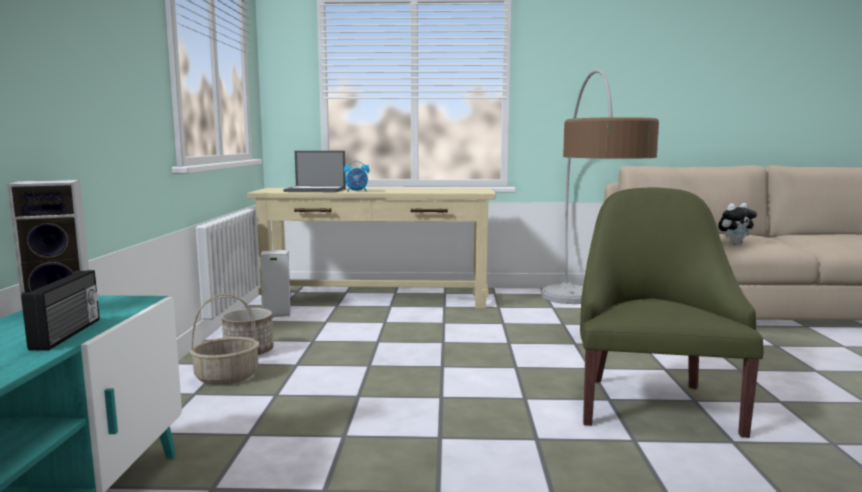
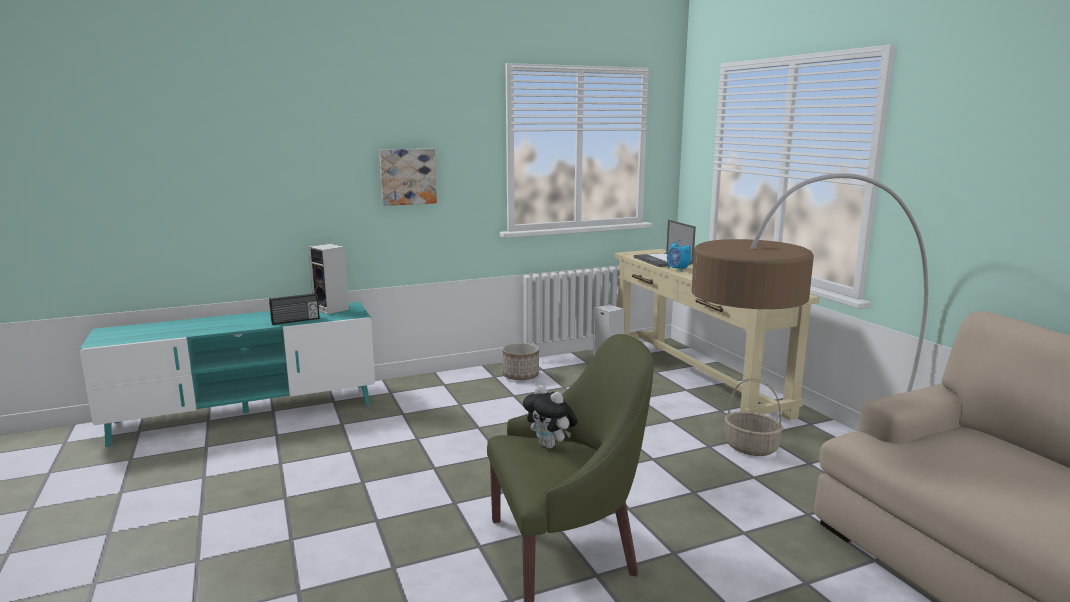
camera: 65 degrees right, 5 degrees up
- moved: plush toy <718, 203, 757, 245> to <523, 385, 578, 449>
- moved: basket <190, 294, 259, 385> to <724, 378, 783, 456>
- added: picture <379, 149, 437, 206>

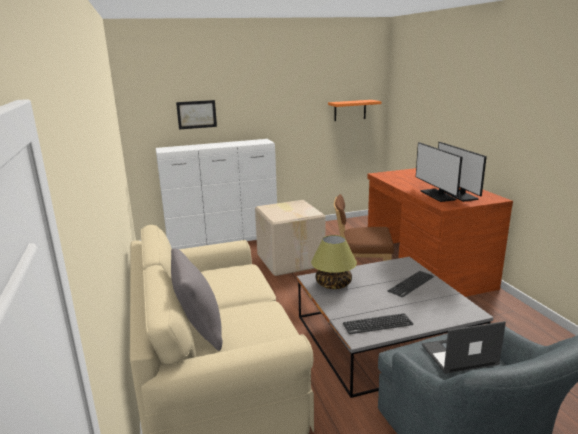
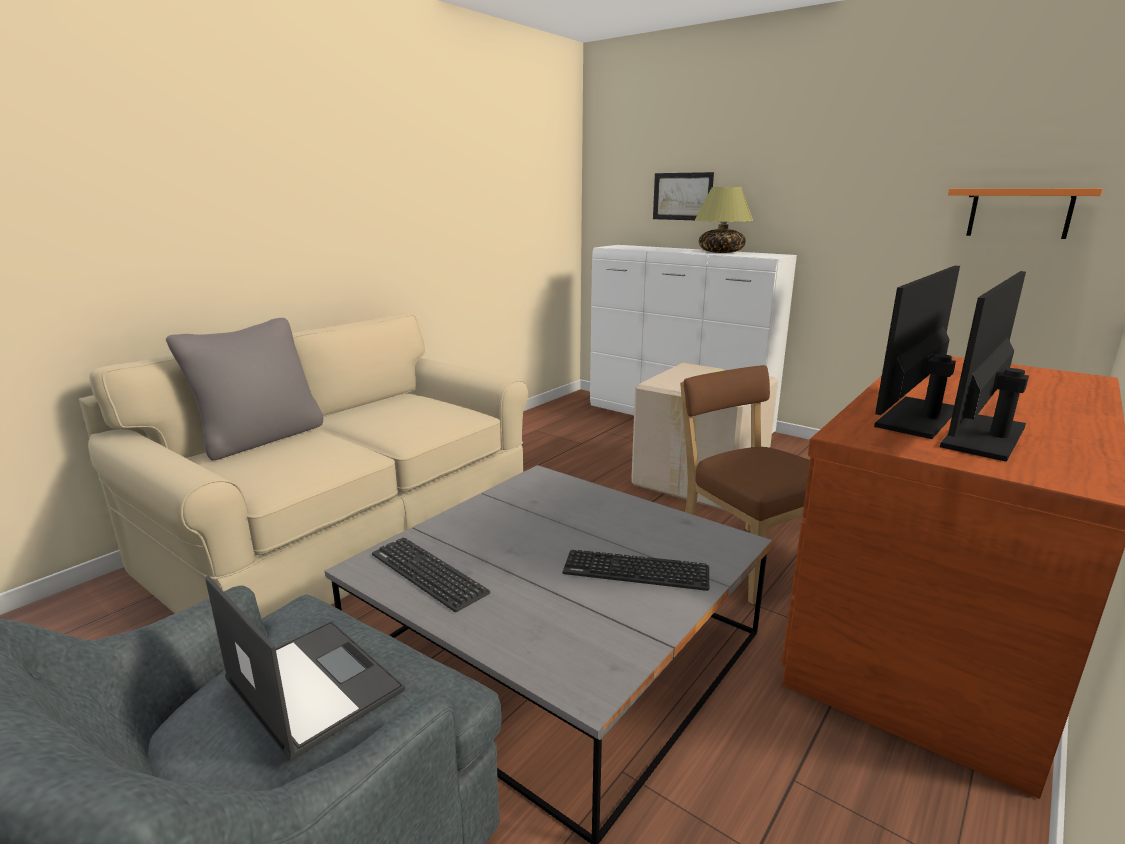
camera: 55 degrees right, 0 degrees up
- moved: table lamp <311, 235, 357, 289> to <695, 187, 753, 253>

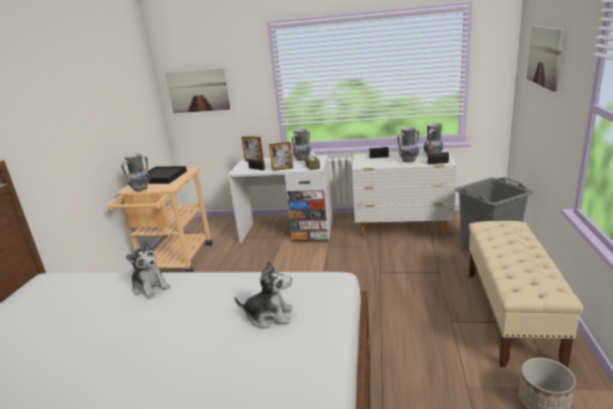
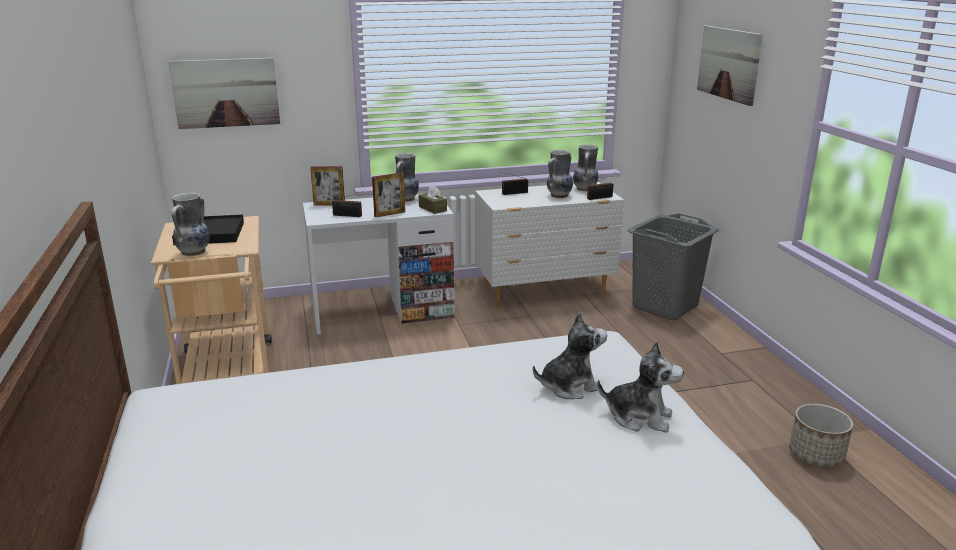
camera: 25 degrees left, 0 degrees up
- removed: beige bench <469, 221, 583, 368>
- moved: plush toy <126, 240, 171, 299> to <597, 341, 684, 432>

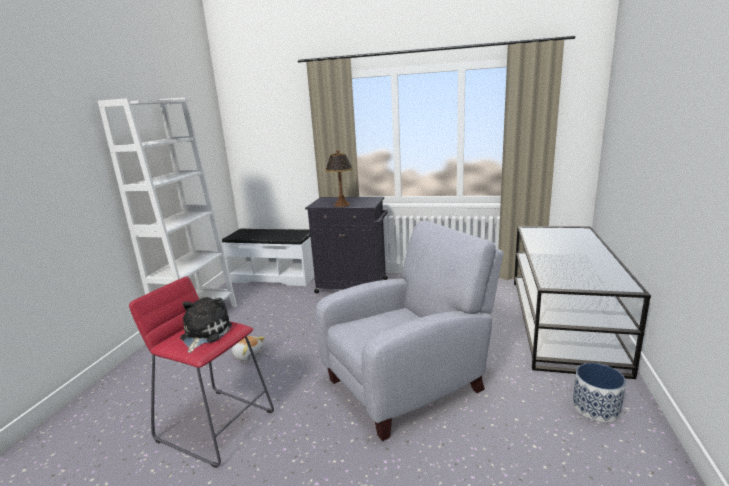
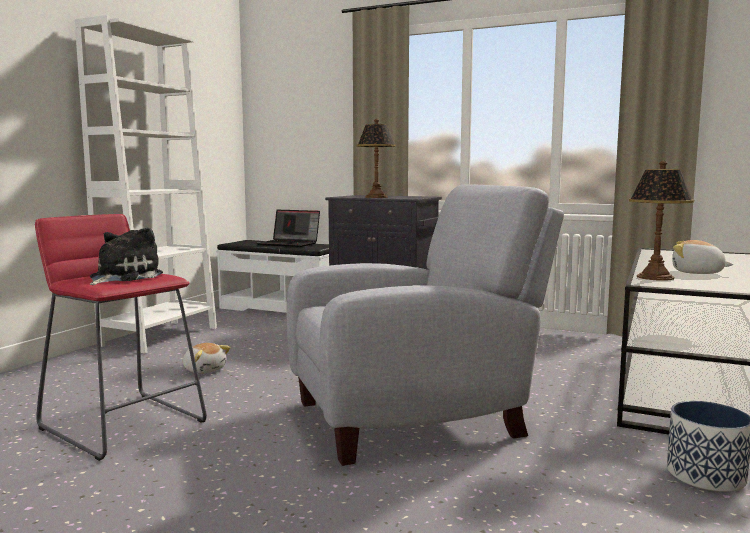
camera: 10 degrees right, 10 degrees down
- added: table lamp <629, 161, 694, 281>
- added: laptop <257, 210, 320, 247>
- added: plush toy <672, 240, 733, 274>

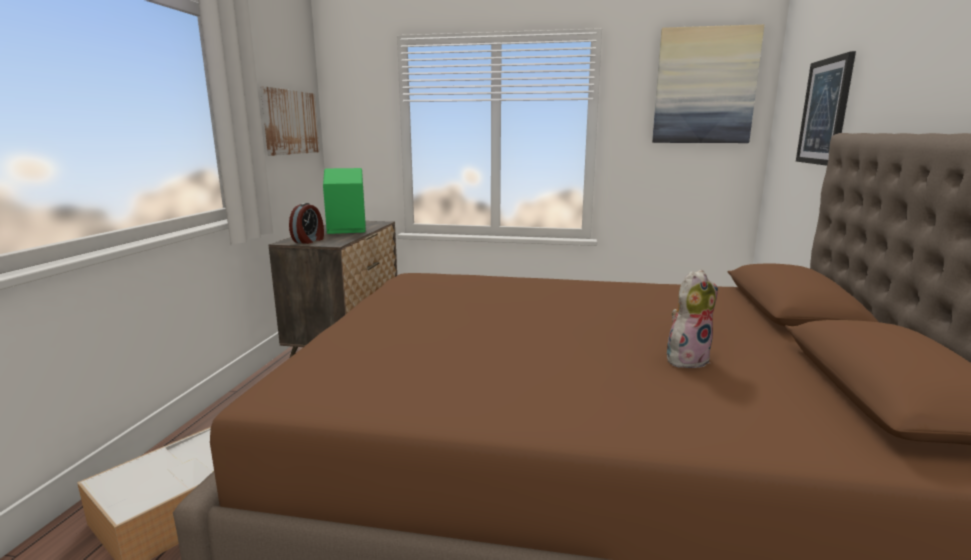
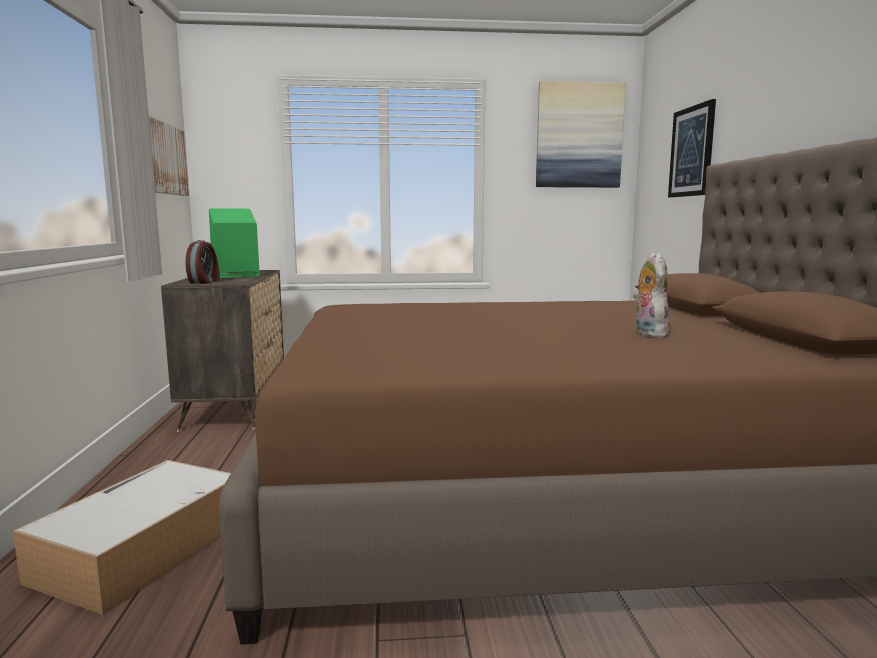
camera: 15 degrees left, 5 degrees down
- turned: plush toy <667, 270, 718, 368> = <633, 253, 670, 337> 45 degrees counterclockwise

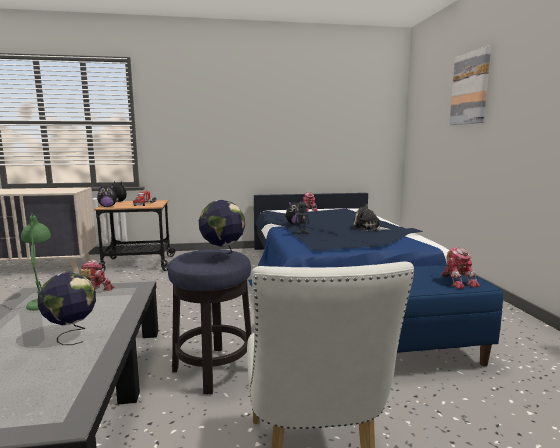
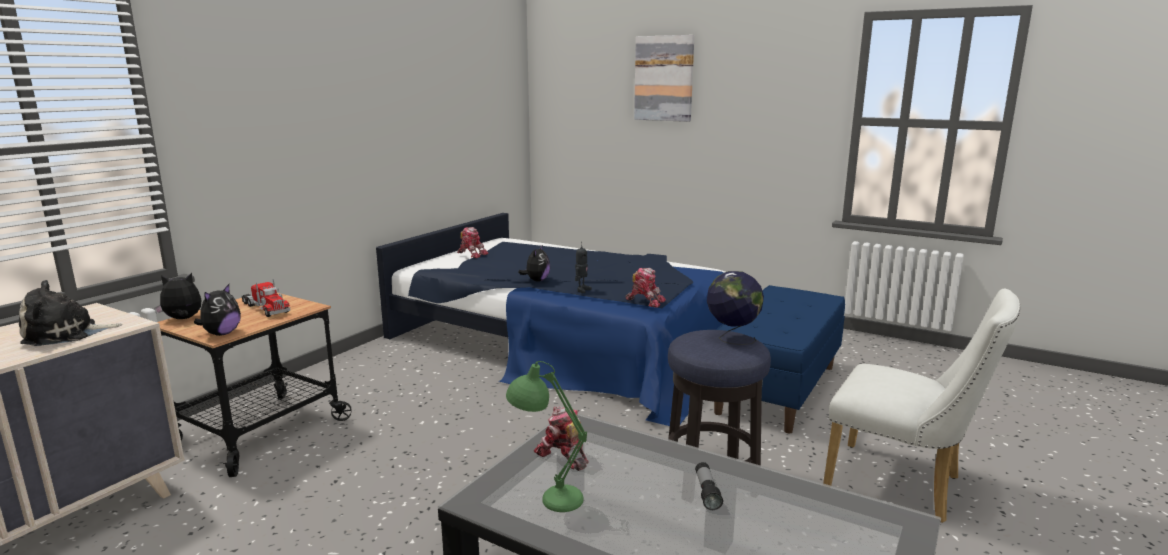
camera: 50 degrees left, 5 degrees up
- moved: plush toy <353, 204, 391, 231> to <19, 280, 122, 346>
- moved: toy robot <441, 247, 480, 289> to <625, 268, 666, 308>
- replaced: globe <38, 272, 96, 345> to flashlight <695, 462, 723, 510>

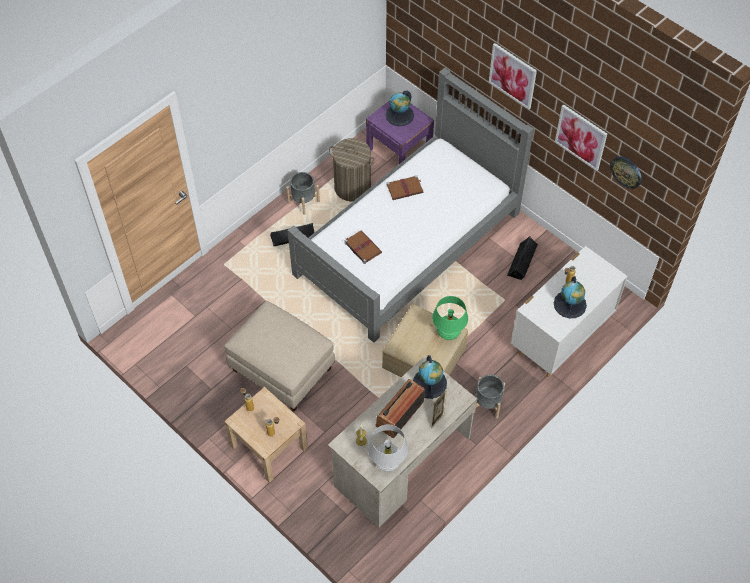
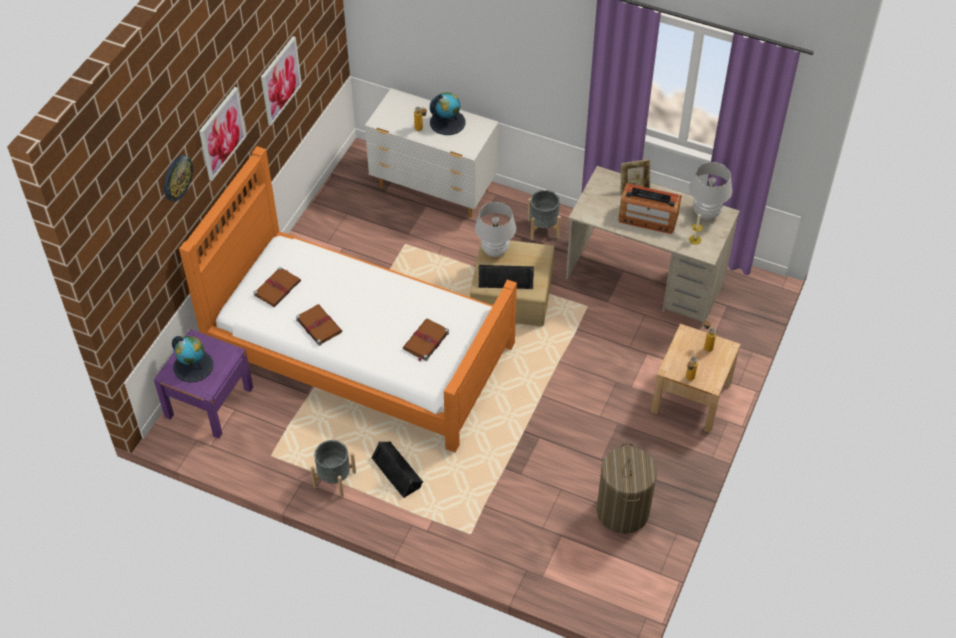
camera: 110 degrees left, 5 degrees down
- recoloured: grey bed <288, 68, 534, 342> to orange bed <179, 146, 517, 453>
- moved: laundry basket <329, 138, 374, 202> to <597, 443, 657, 534>
- moved: wall clock <610, 156, 642, 189> to <164, 155, 193, 202>
- moved: black speaker <507, 236, 538, 280> to <478, 265, 534, 289>
- recoloured: green table lamp <432, 296, 468, 340> to white table lamp <475, 202, 516, 257>
- removed: beige ottoman <224, 301, 335, 411>
- removed: globe <413, 355, 447, 399>
- added: brown book <254, 267, 301, 307>

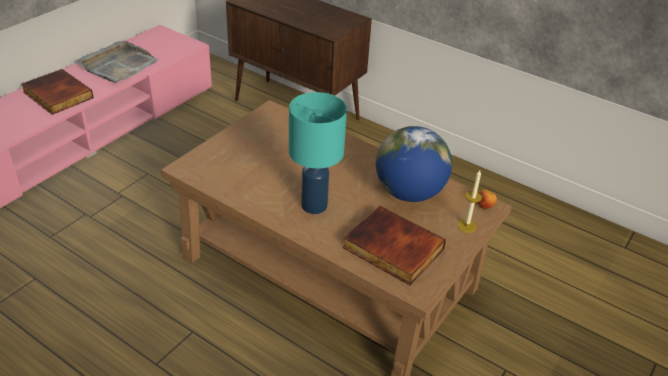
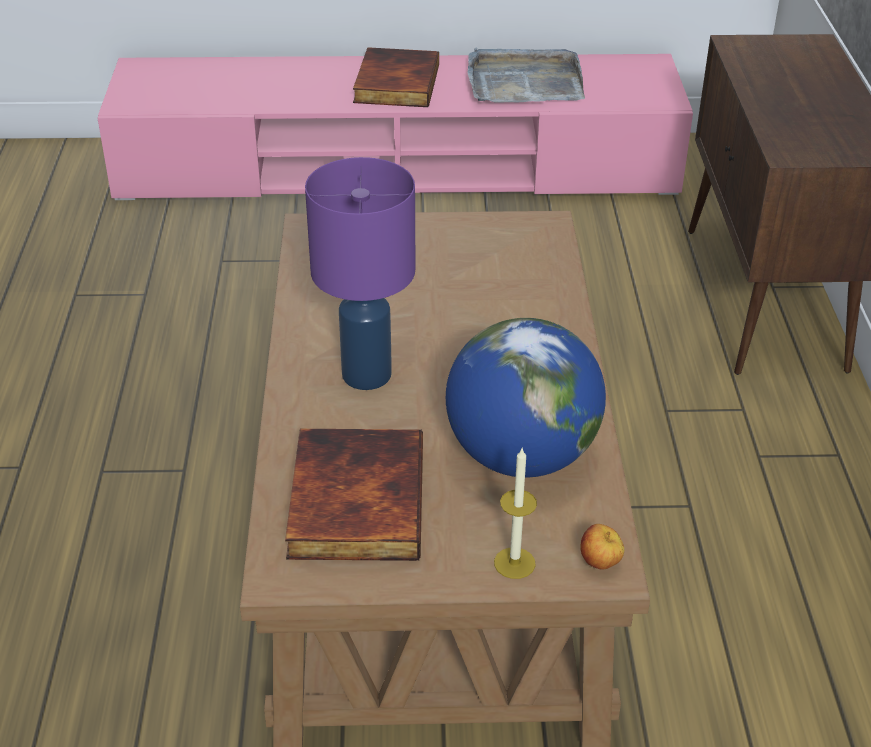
camera: 55 degrees right, 0 degrees up
- recoloured: turquoise table lamp <289, 92, 347, 214> to purple table lamp <305, 157, 415, 390>

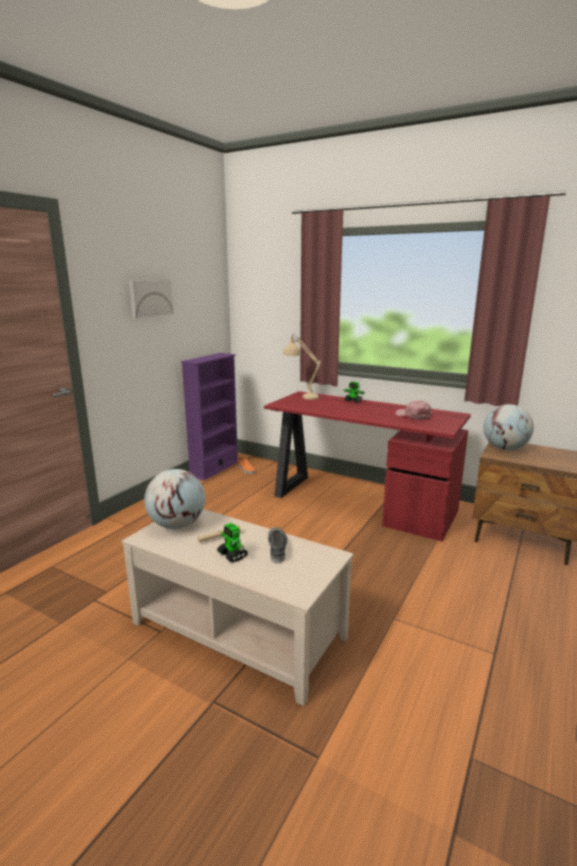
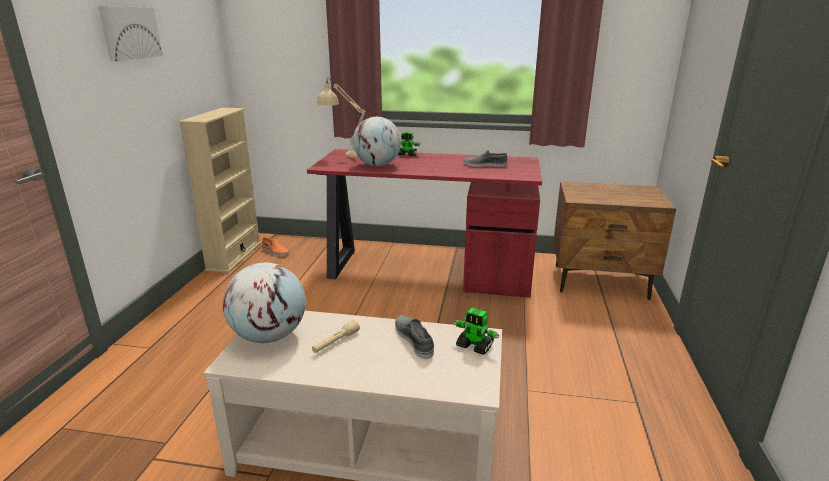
camera: 20 degrees left, 5 degrees up
- recoloured: purple bookcase <181, 353, 238, 481> to beige bookcase <179, 108, 262, 273>
- replaced: pink cap <396, 400, 432, 420> to grey shoe <464, 150, 508, 167>
- moved: globe <483, 404, 534, 450> to <353, 117, 401, 166>
- moved: toy robot <217, 523, 248, 562> to <454, 308, 499, 355>

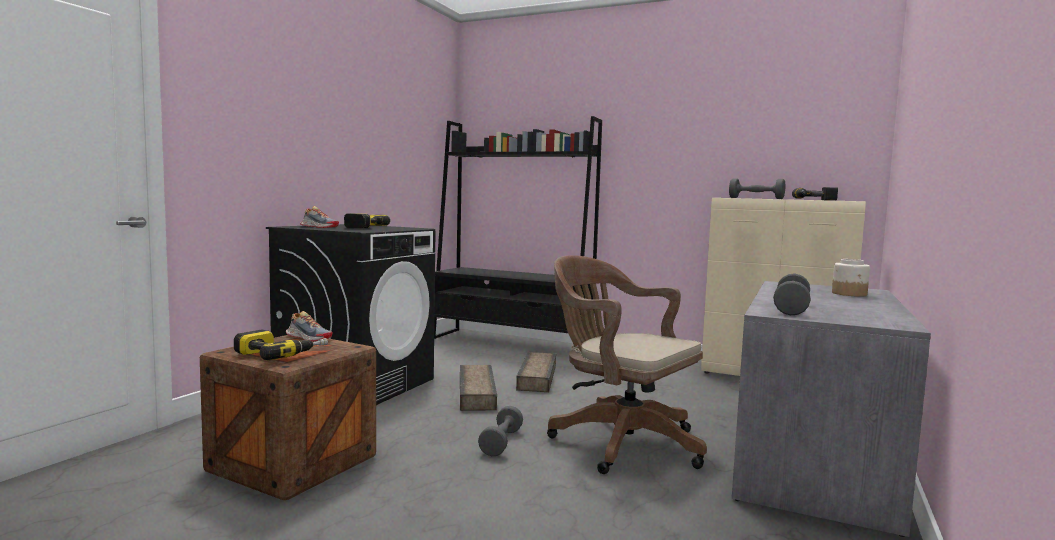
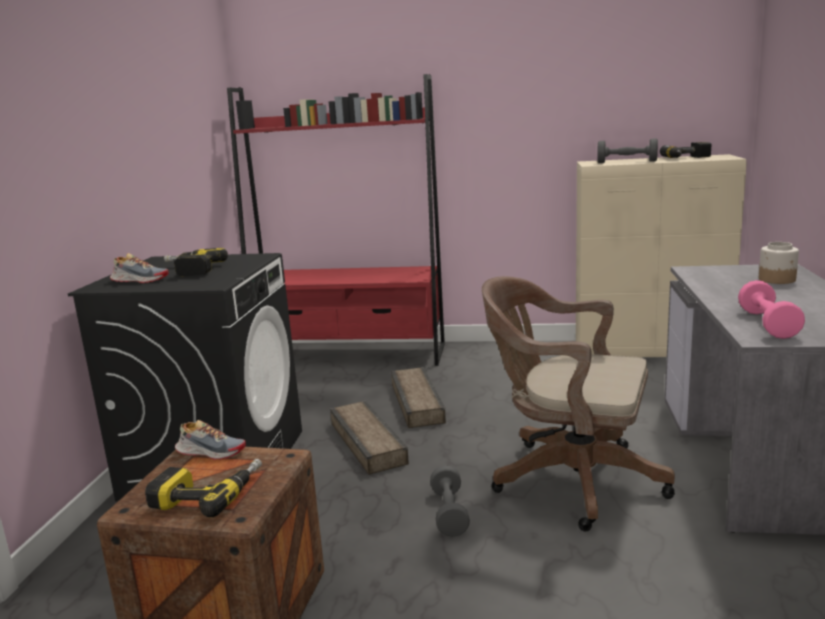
camera: 15 degrees left, 10 degrees up
- recoloured: black bookcase <434, 116, 602, 339> to red bookcase <227, 74, 445, 366>
- recoloured: grey dumbbell <773, 273, 811, 315> to pink dumbbell <738, 280, 805, 339>

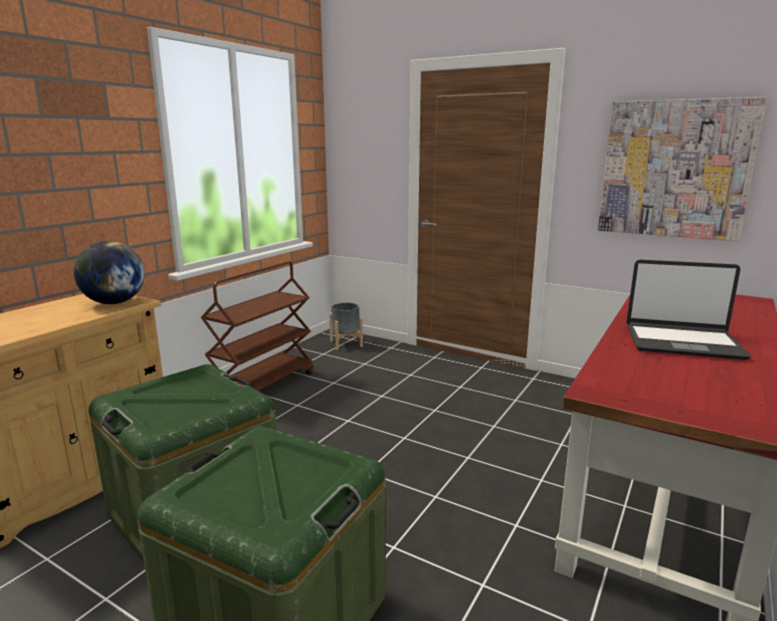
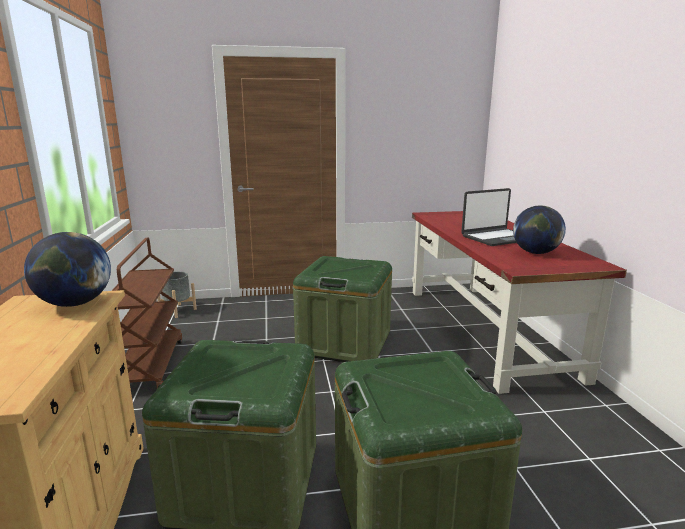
camera: 40 degrees left, 0 degrees up
- removed: picture <598, 97, 767, 241>
- added: globe <513, 205, 566, 254>
- added: green storage box <293, 256, 392, 362>

